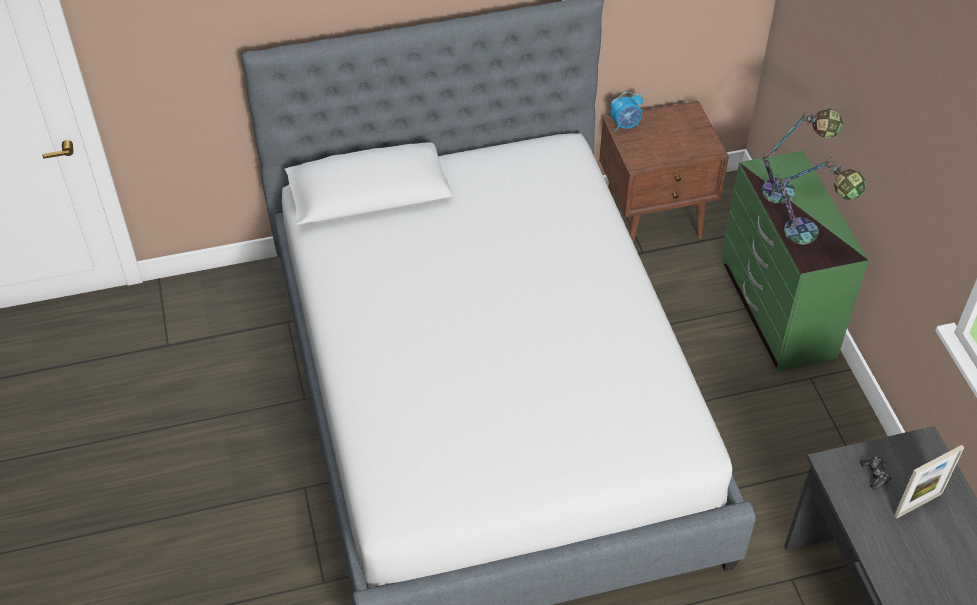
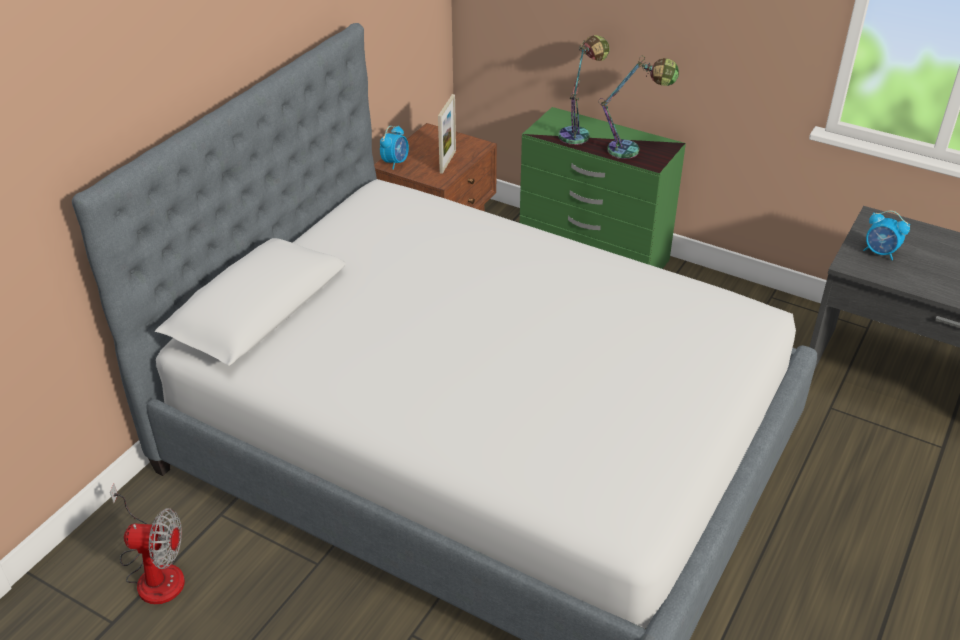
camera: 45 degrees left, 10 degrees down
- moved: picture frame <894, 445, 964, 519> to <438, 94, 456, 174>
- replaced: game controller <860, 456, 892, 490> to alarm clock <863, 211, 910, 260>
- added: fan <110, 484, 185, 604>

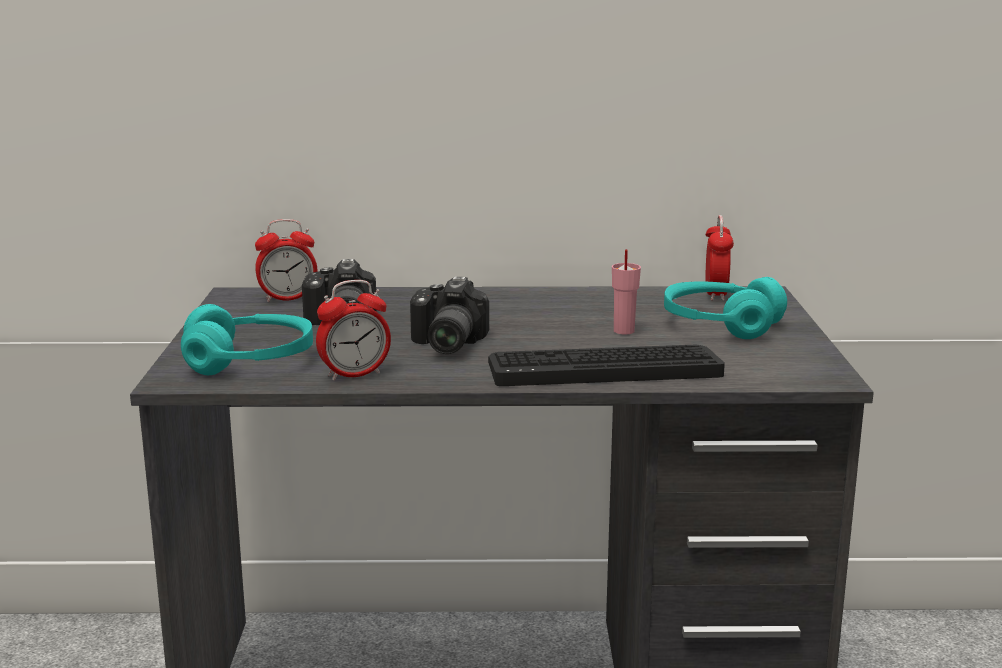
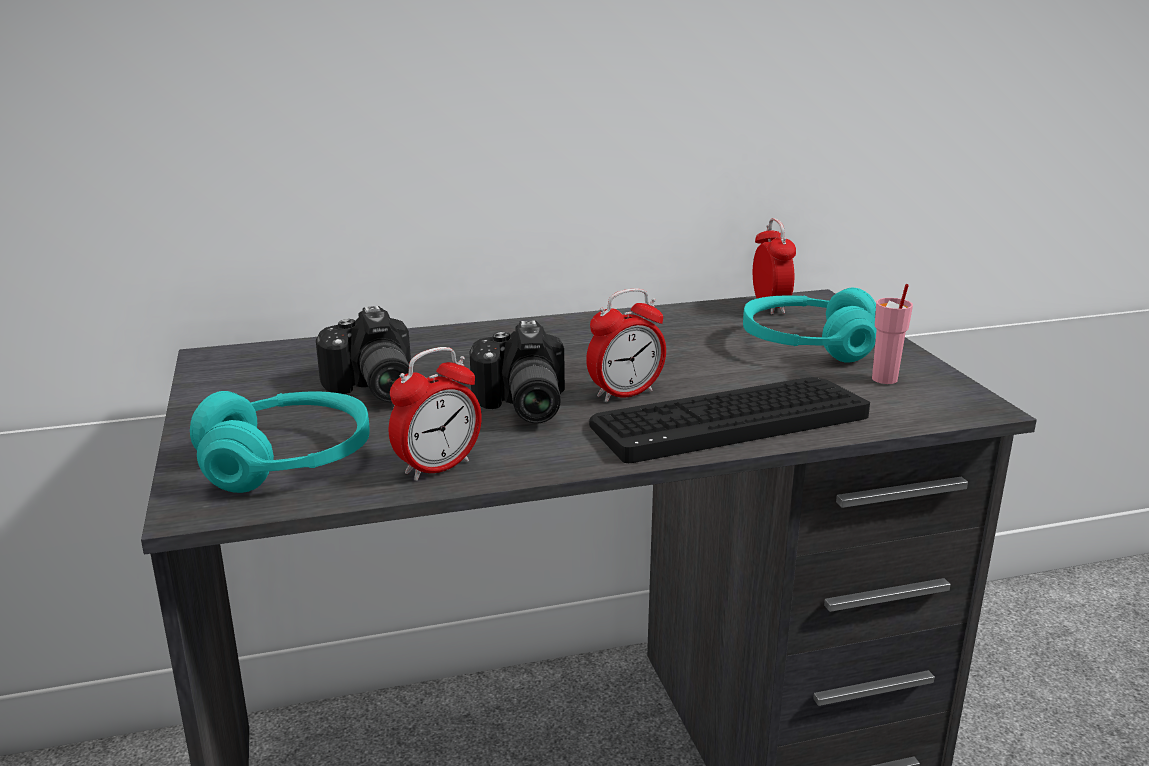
camera: 15 degrees left, 5 degrees up
- moved: alarm clock <255, 219, 317, 302> to <586, 288, 666, 402>
- moved: pink cup <612, 249, 641, 334> to <872, 284, 913, 384>

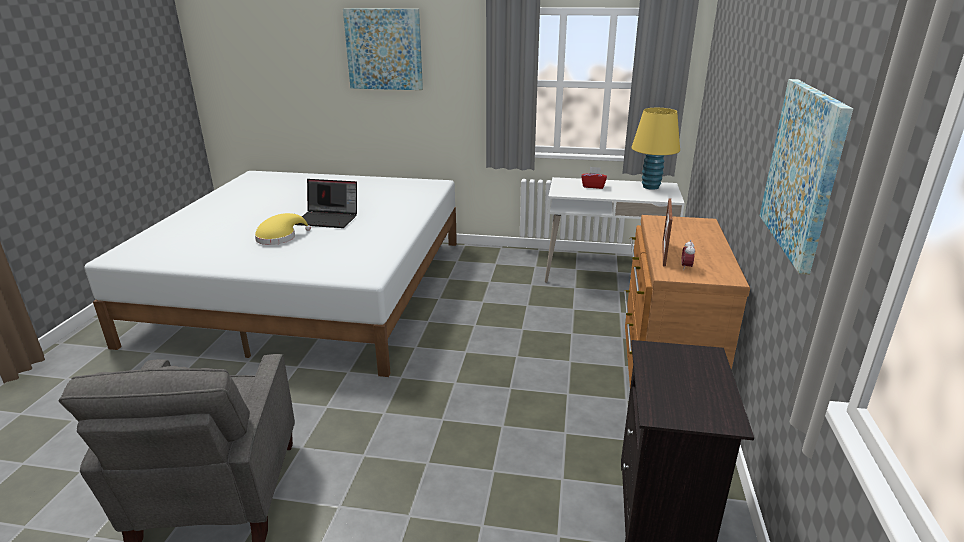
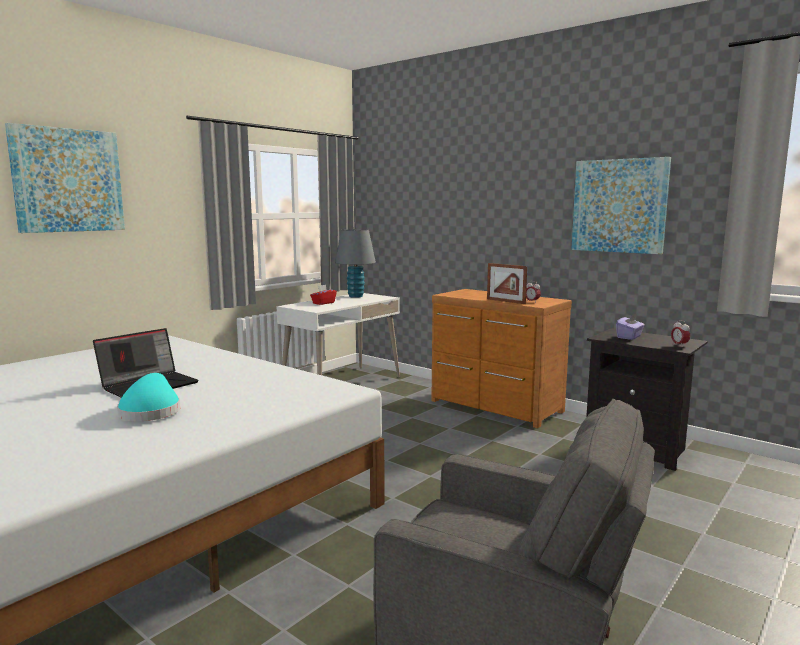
camera: 60 degrees left, 15 degrees down
- recoloured: yellow table lamp <632, 108, 680, 190> to grey table lamp <335, 229, 376, 298>
- recoloured: yellow hat <255, 213, 311, 245> to turquoise hat <117, 373, 181, 421>
- added: purple tissue box <616, 314, 645, 340>
- added: alarm clock <671, 320, 690, 346>

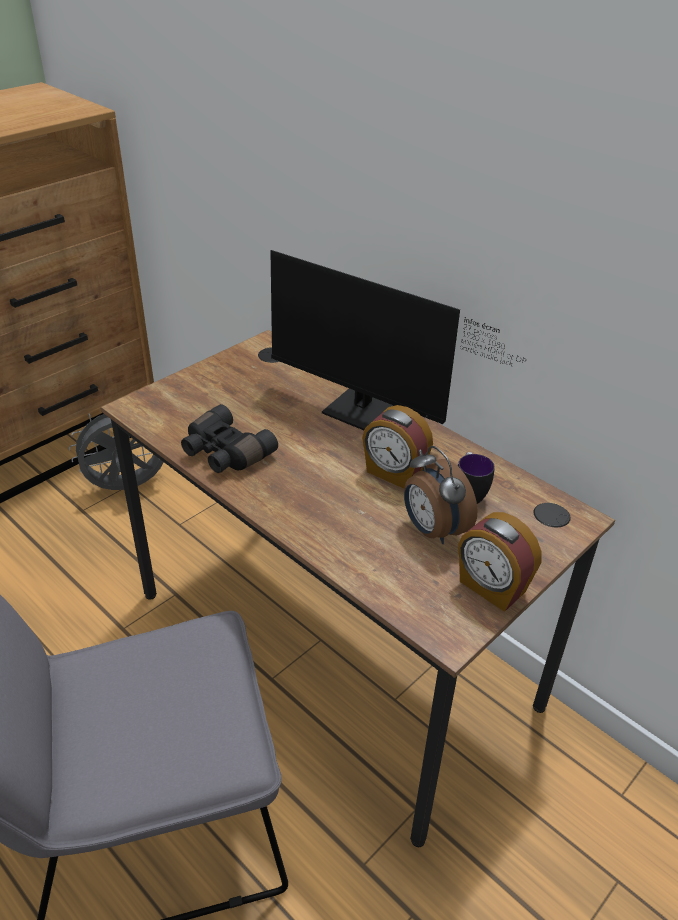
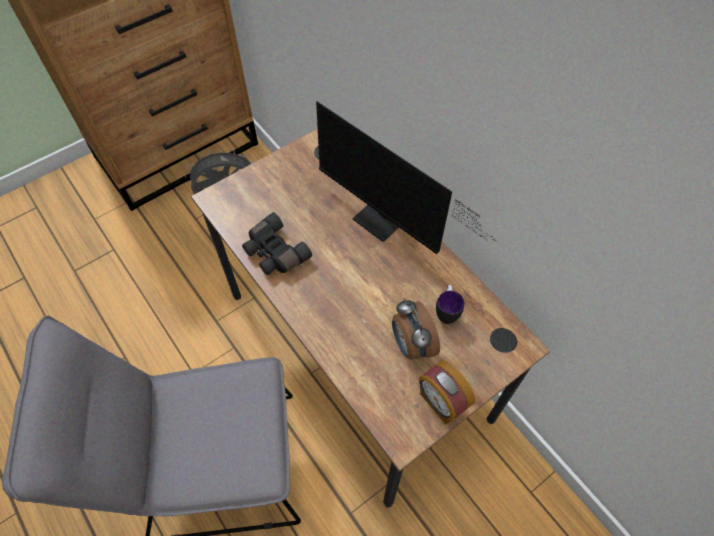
camera: 10 degrees right, 20 degrees up
- removed: alarm clock <362, 405, 433, 489>

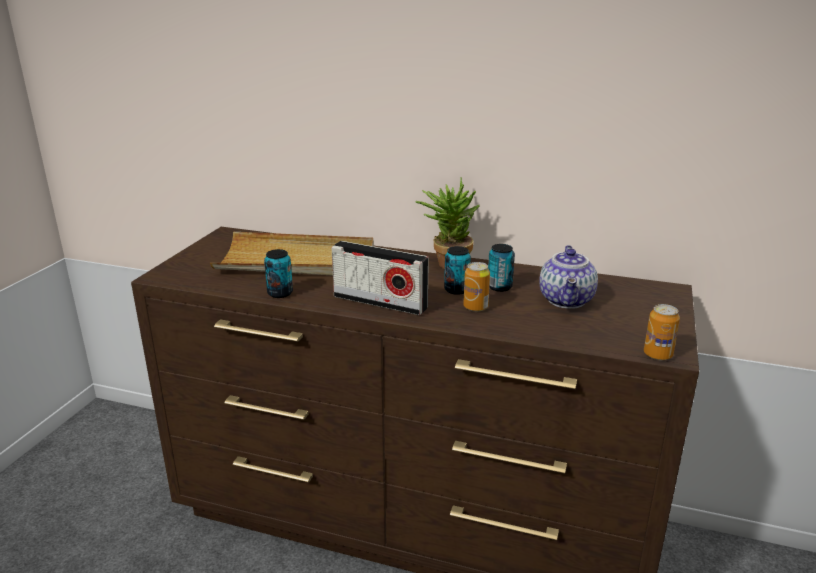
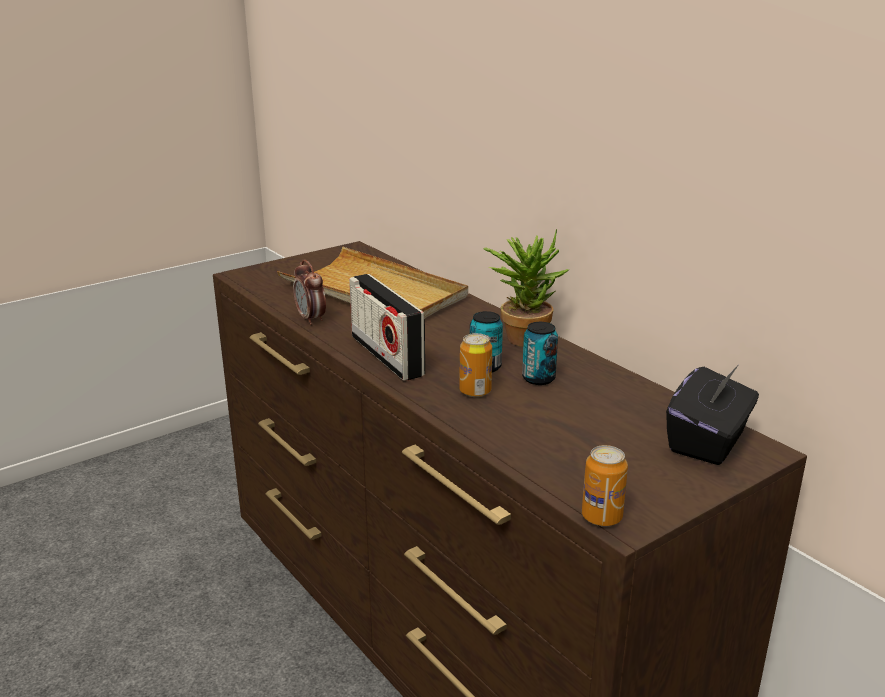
camera: 35 degrees right, 0 degrees up
- removed: teapot <539, 245, 598, 309>
- replaced: can <264, 249, 293, 298> to alarm clock <293, 260, 326, 325>
- added: black tissue box <666, 366, 759, 465>

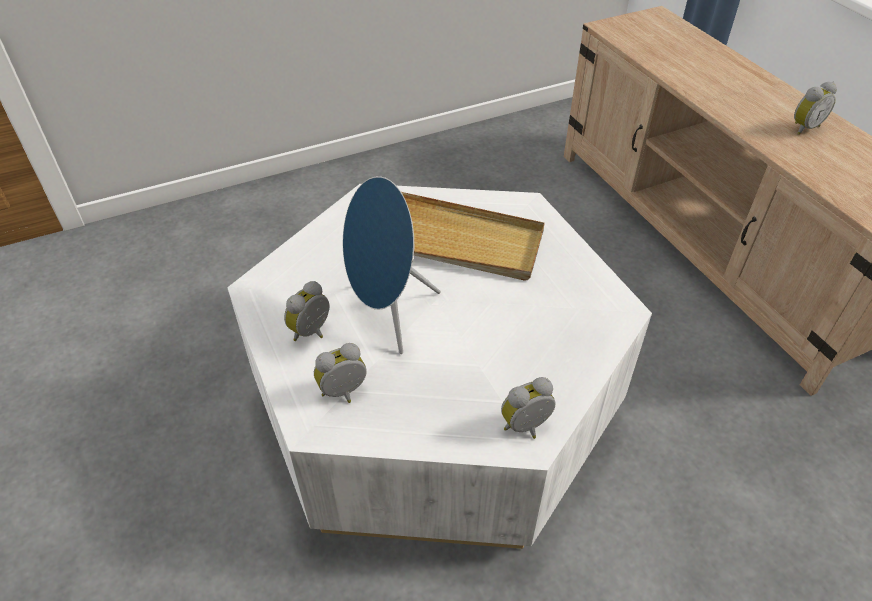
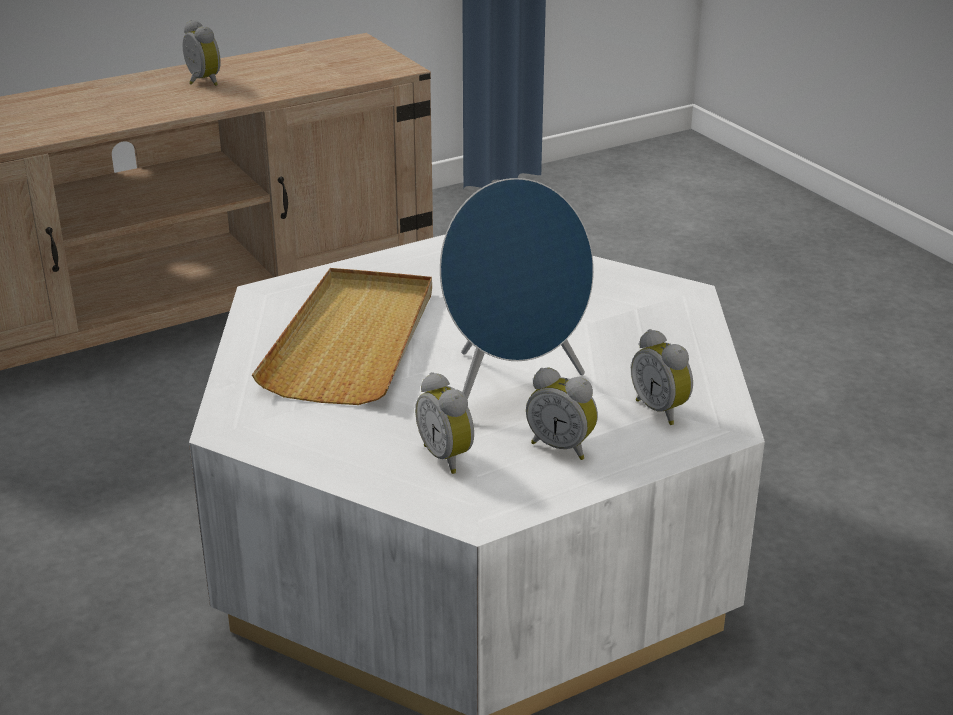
camera: 95 degrees left, 15 degrees down
- moved: alarm clock <501, 377, 556, 439> to <415, 372, 474, 474>

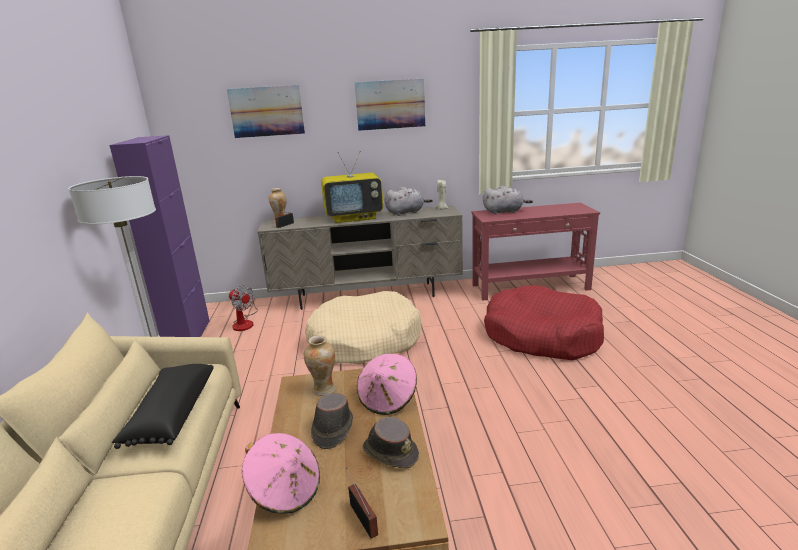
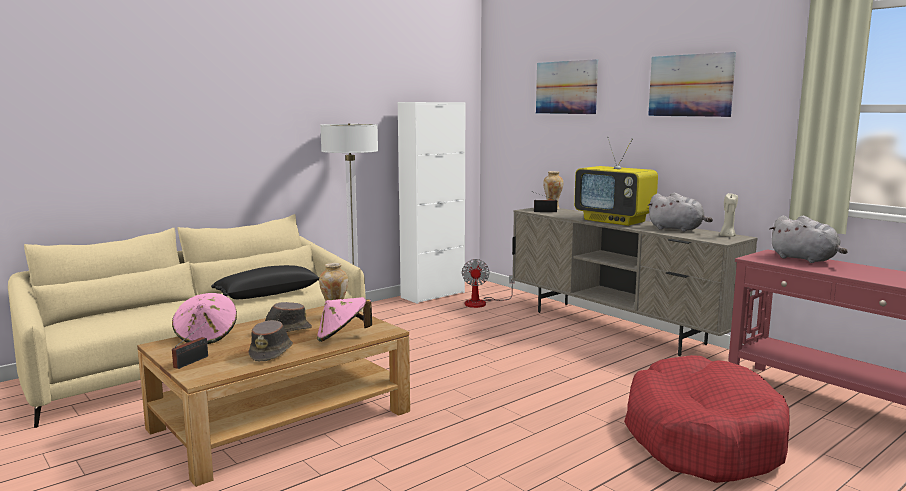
camera: 55 degrees right, 10 degrees down
- recoloured: purple cabinet <109, 135, 210, 337> to white cabinet <398, 102, 465, 304>
- removed: beige dog bed <305, 291, 422, 364>

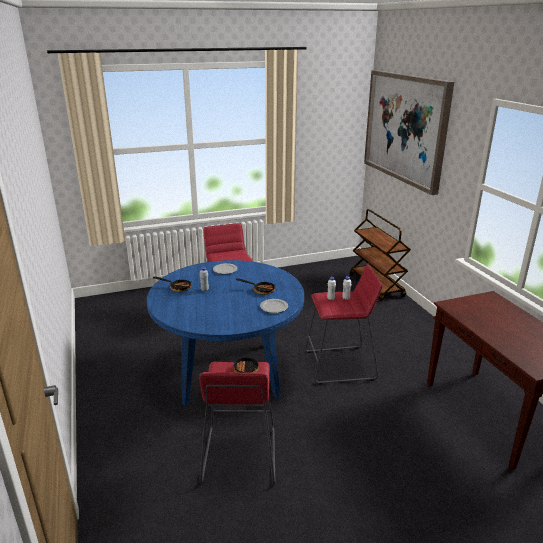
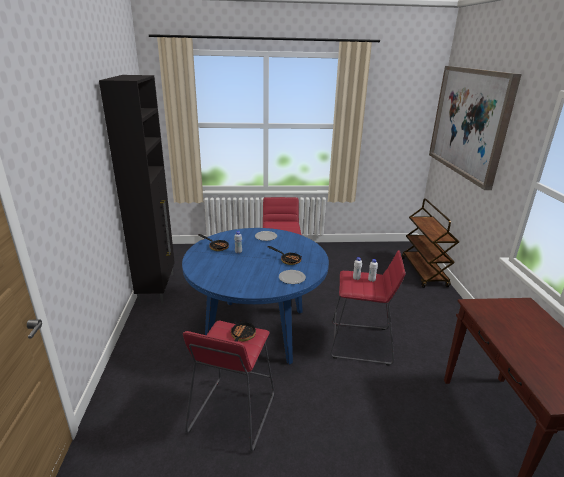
camera: 15 degrees right, 0 degrees up
- added: black cabinet <99, 75, 175, 305>

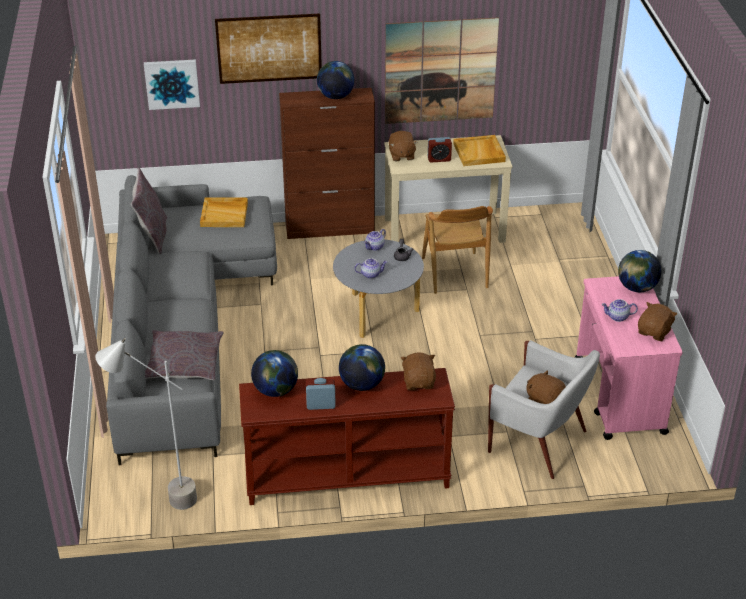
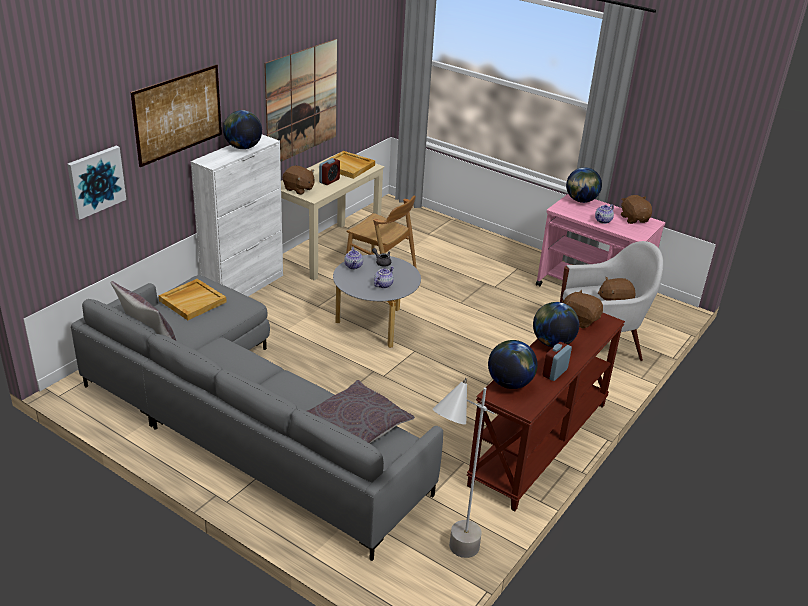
camera: 50 degrees left, 5 degrees down
- recoloured: brown cabinet <279, 88, 375, 239> to white cabinet <191, 135, 283, 296>

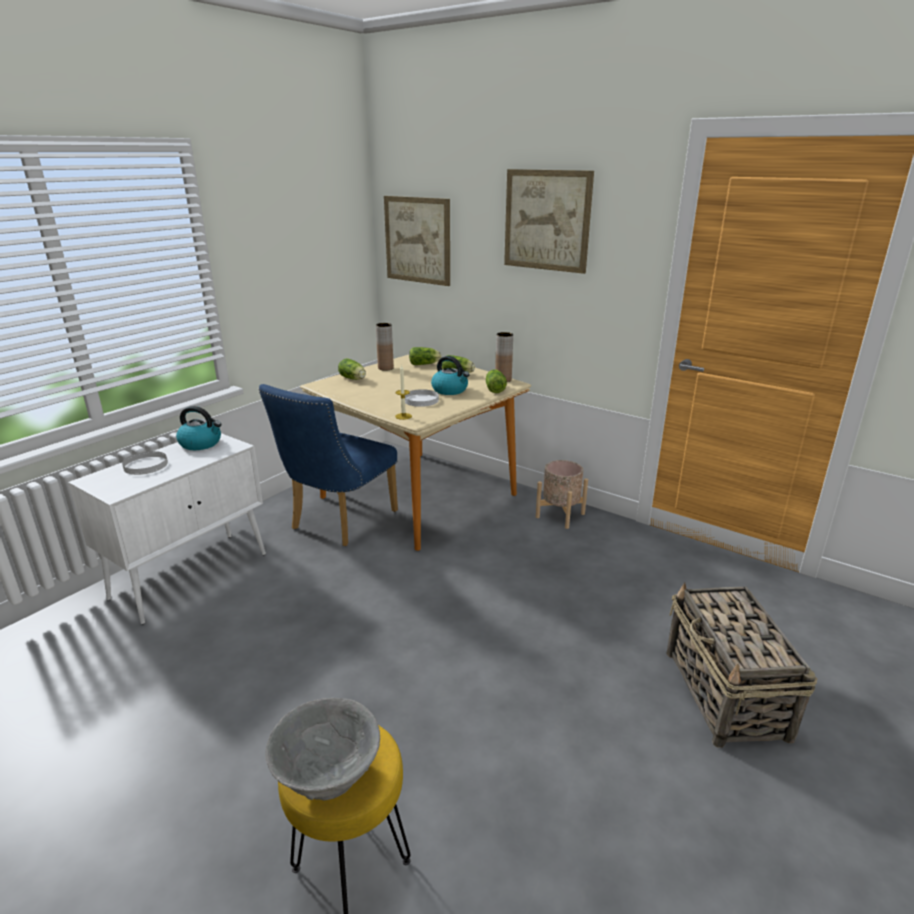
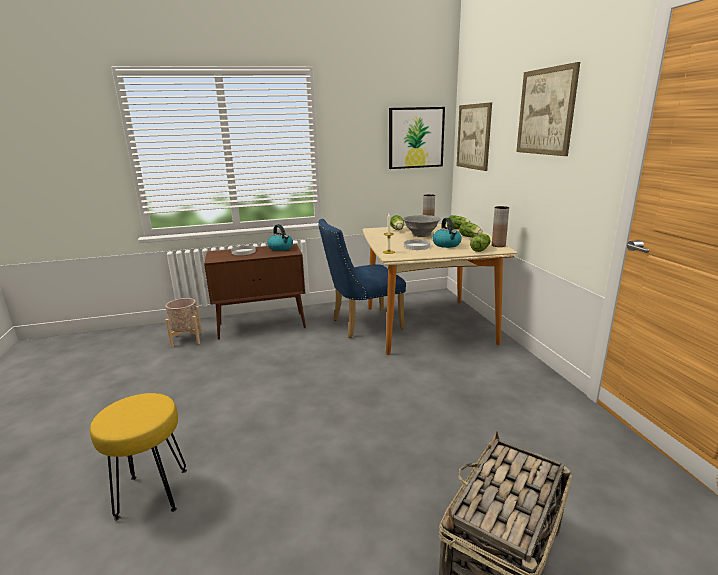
camera: 40 degrees right, 5 degrees down
- recoloured: white cabinet <68, 433, 266, 624> to brown cabinet <204, 244, 306, 340>
- moved: beige planter <536, 460, 588, 529> to <165, 298, 203, 348>
- moved: grey bowl <265, 698, 380, 801> to <403, 215, 441, 237>
- added: picture <389, 107, 445, 169>

